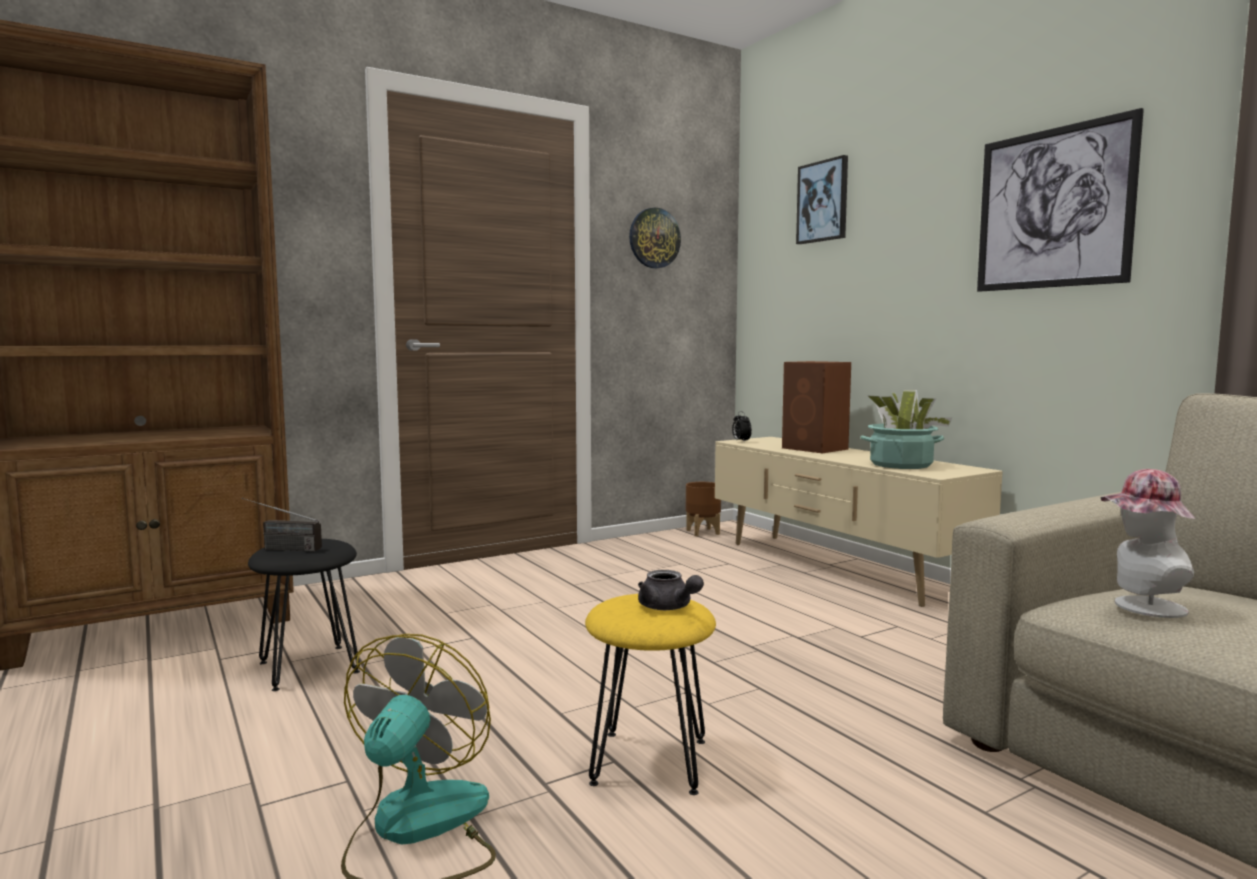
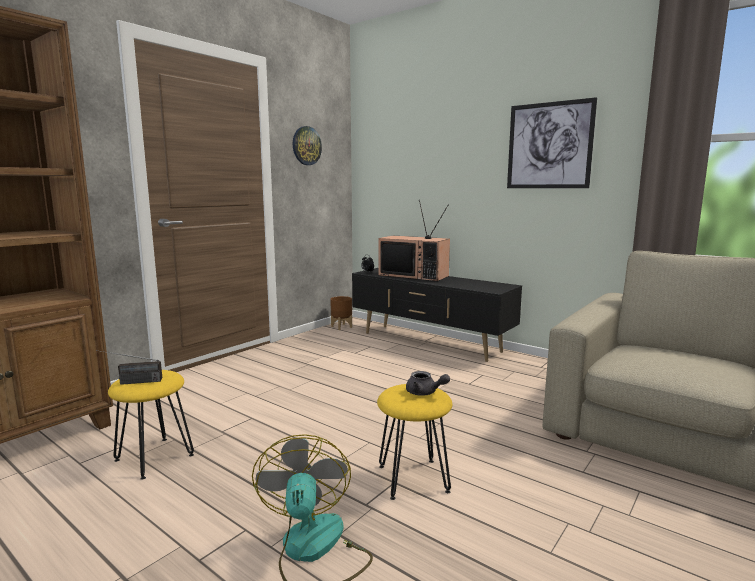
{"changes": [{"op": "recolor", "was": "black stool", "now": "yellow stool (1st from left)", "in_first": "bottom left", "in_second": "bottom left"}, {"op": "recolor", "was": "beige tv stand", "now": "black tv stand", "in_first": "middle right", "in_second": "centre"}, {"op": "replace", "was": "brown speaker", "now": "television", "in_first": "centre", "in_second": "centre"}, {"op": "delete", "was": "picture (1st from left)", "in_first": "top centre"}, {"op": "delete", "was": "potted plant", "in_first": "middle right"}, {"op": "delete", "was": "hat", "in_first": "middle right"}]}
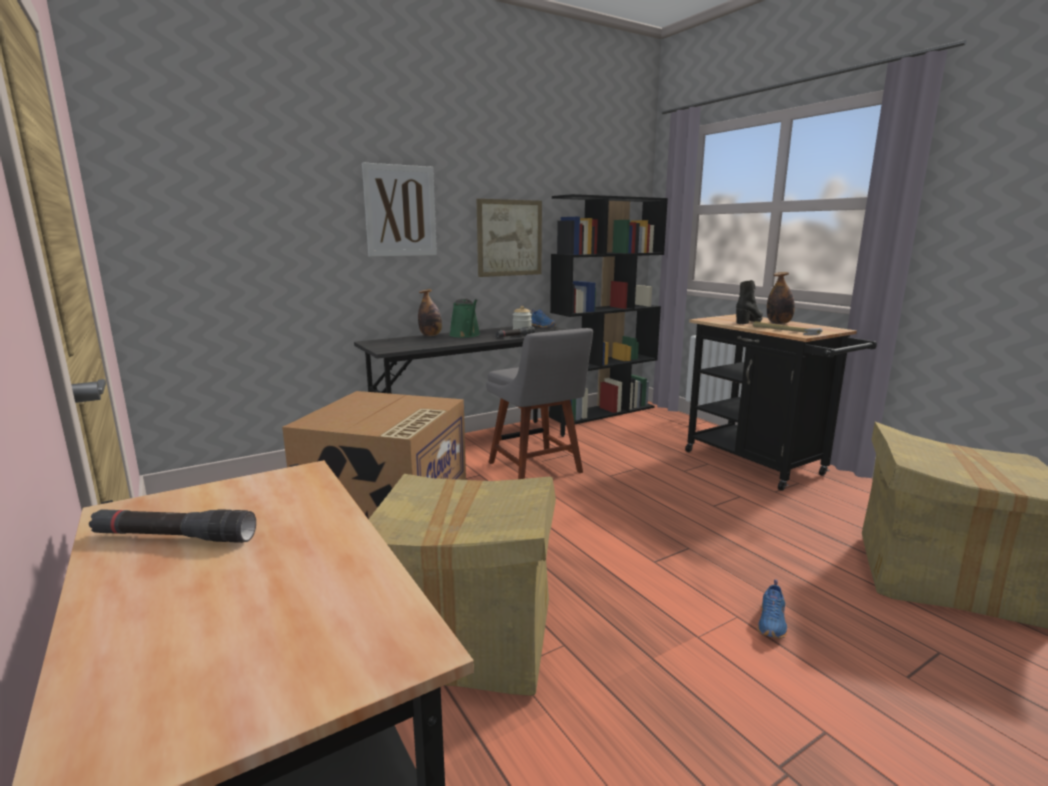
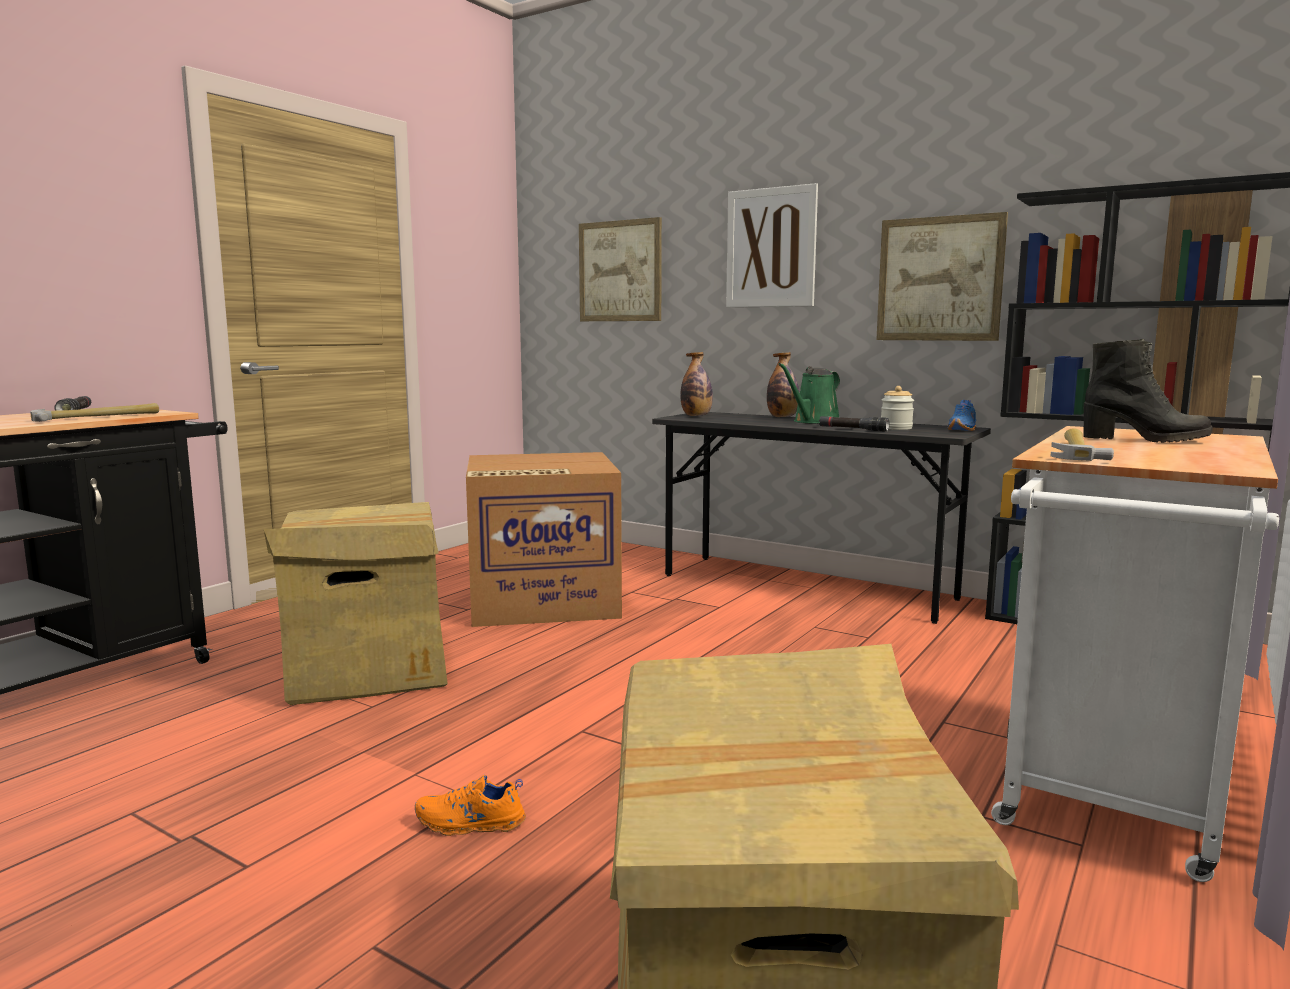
{"changes": [{"op": "insert", "now": "hammer (1st from left)", "in_second": "middle left"}, {"op": "recolor", "was": "blue shoe (2nd from left)", "now": "orange shoe", "in_first": "bottom right", "in_second": "bottom centre"}, {"op": "insert", "now": "picture (1st from left)", "in_second": "top centre"}, {"op": "move", "was": "bottle (2nd from left in the first image)", "now": "bottle (1st from left)", "in_first": "middle right", "in_second": "centre"}, {"op": "recolor", "was": "black cart (2nd from left)", "now": "white cart", "in_first": "middle right", "in_second": "middle right"}, {"op": "delete", "was": "grey chair", "in_first": "centre"}]}
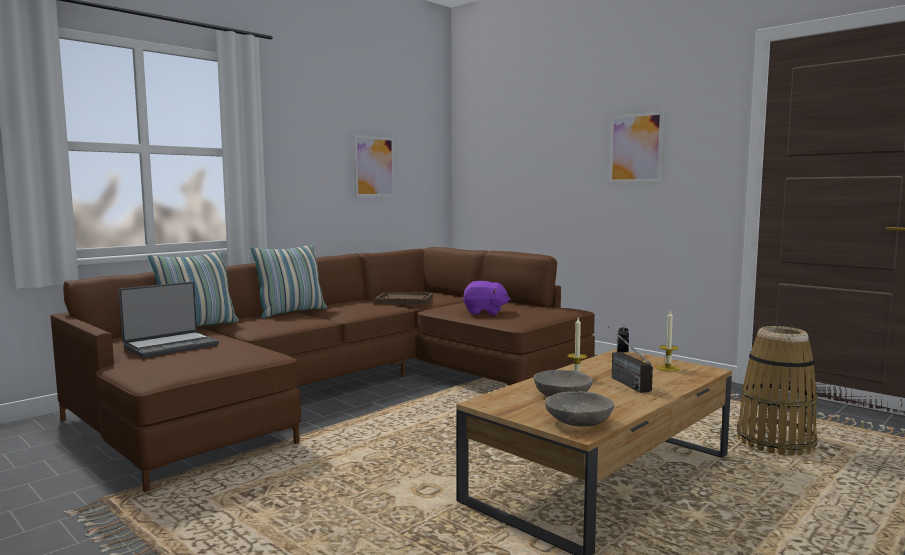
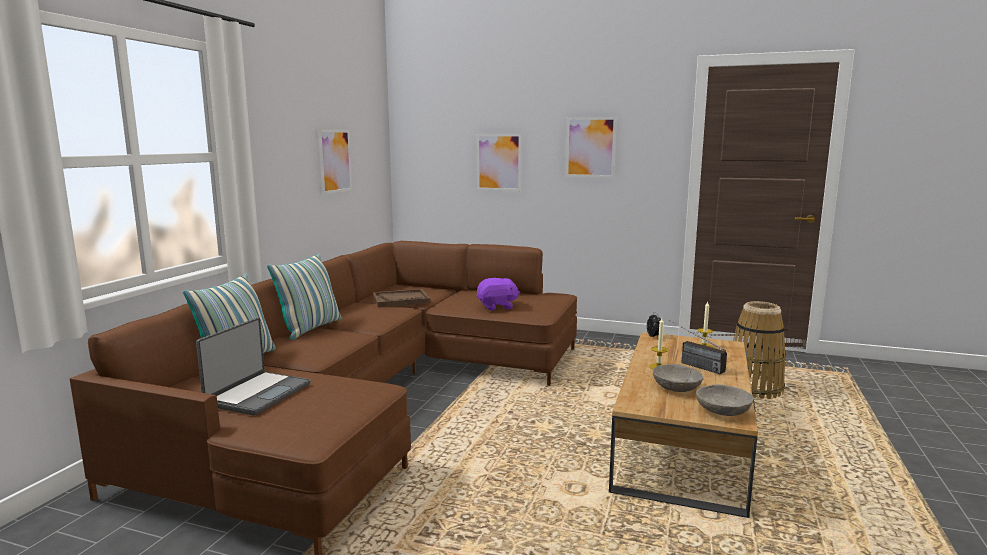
{"changes": [{"op": "insert", "now": "picture (2nd from left)", "in_second": "top centre"}]}
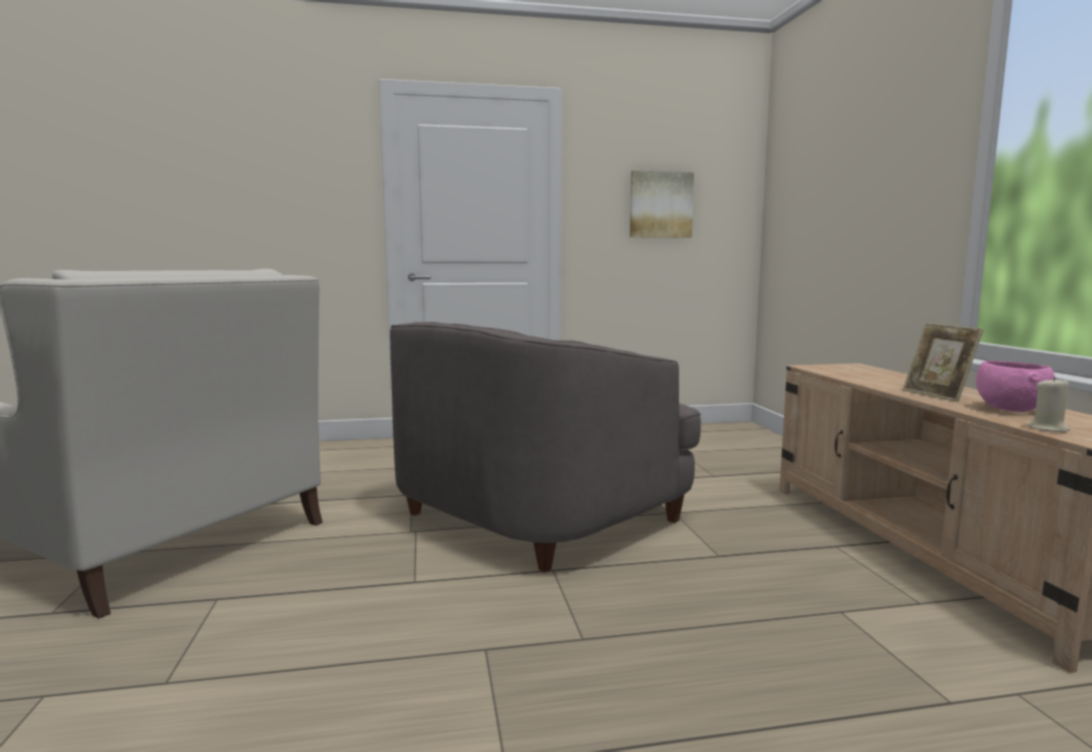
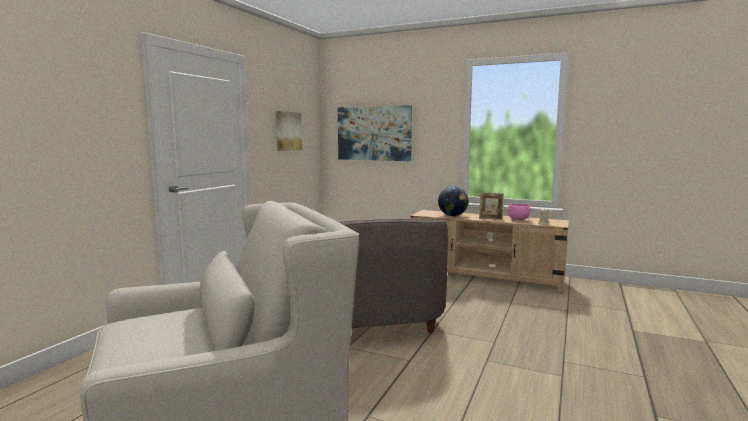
{"changes": [{"op": "insert", "now": "picture (2nd from left)", "in_second": "top centre"}, {"op": "insert", "now": "globe", "in_second": "centre"}]}
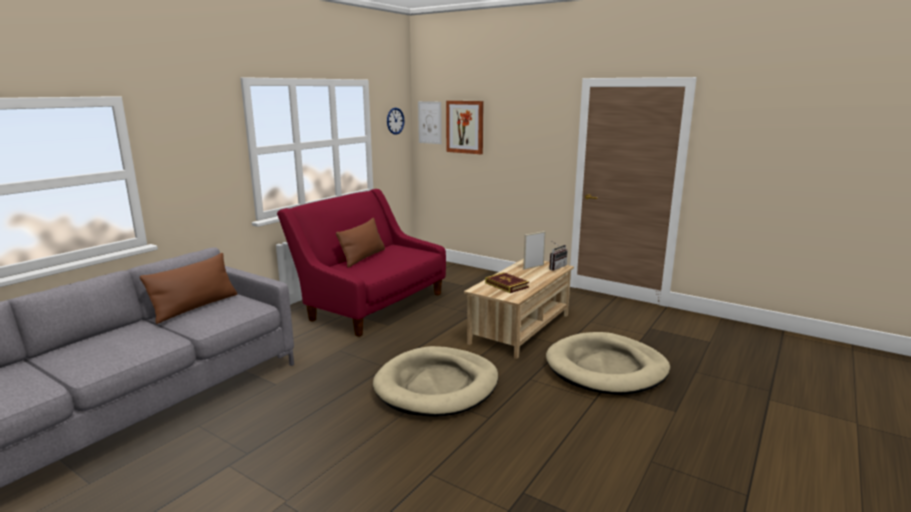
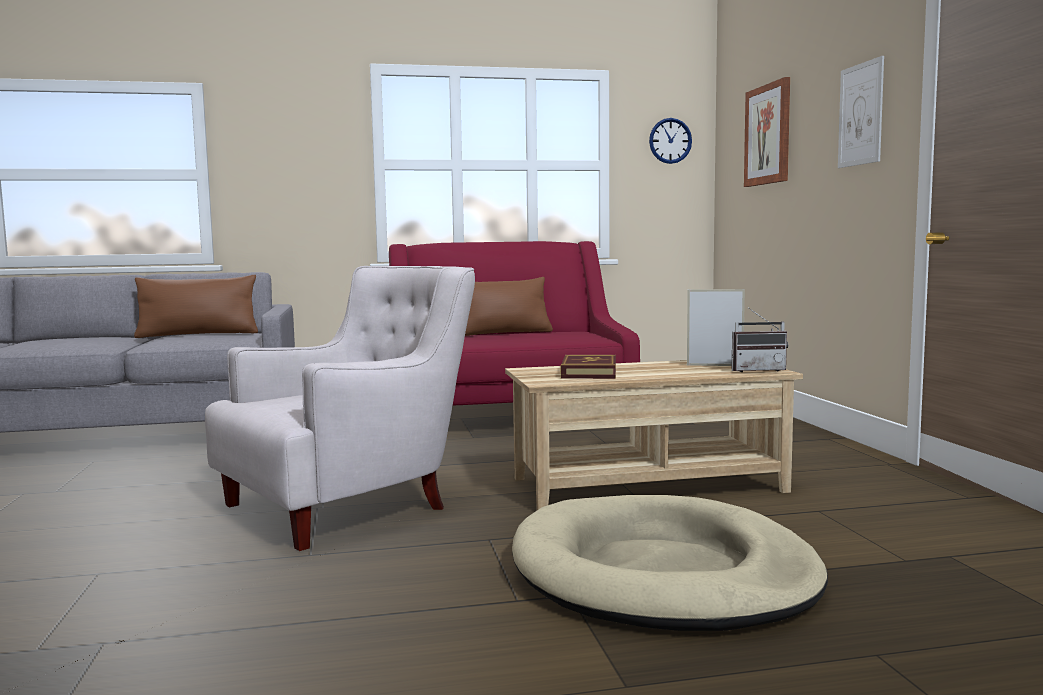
{"changes": [{"op": "replace", "was": "beige dog bed (1st from left)", "now": "white armchair", "in_first": "bottom centre", "in_second": "middle left"}, {"op": "move", "was": "picture (1st from left in the first image)", "now": "picture (2nd from left)", "in_first": "top centre", "in_second": "top right"}]}
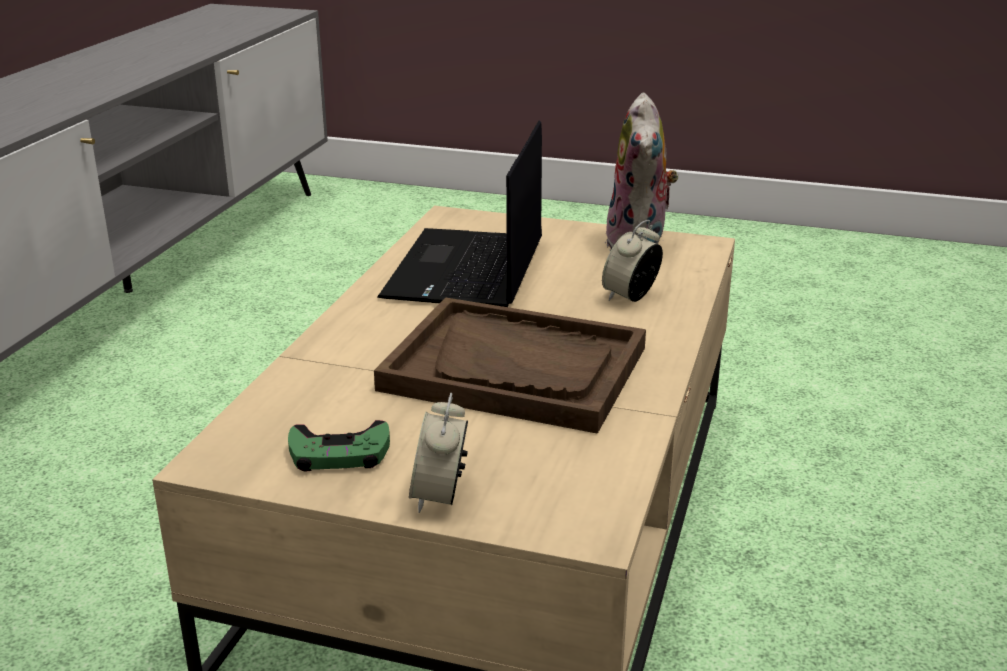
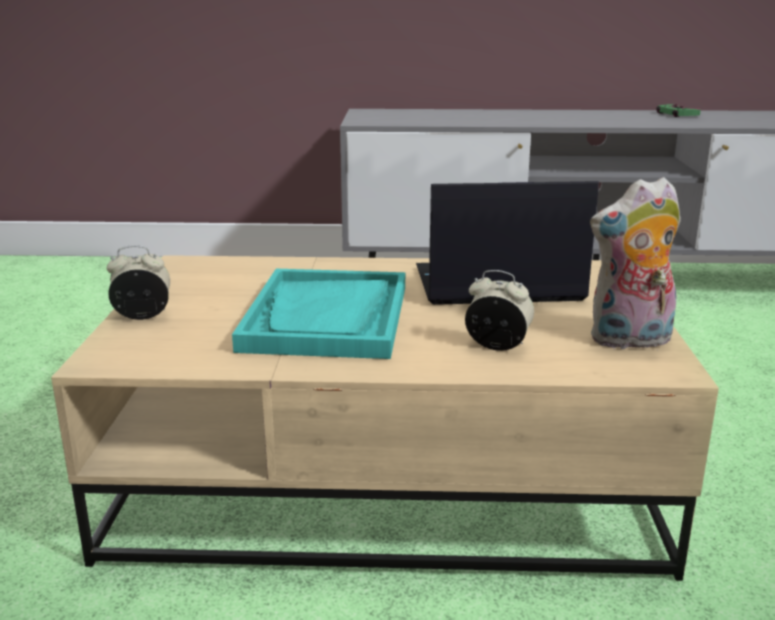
{"changes": [{"op": "recolor", "was": "brown tray", "now": "turquoise tray", "in_first": "centre", "in_second": "centre"}, {"op": "move", "was": "green game controller", "in_first": "centre", "in_second": "top right"}]}
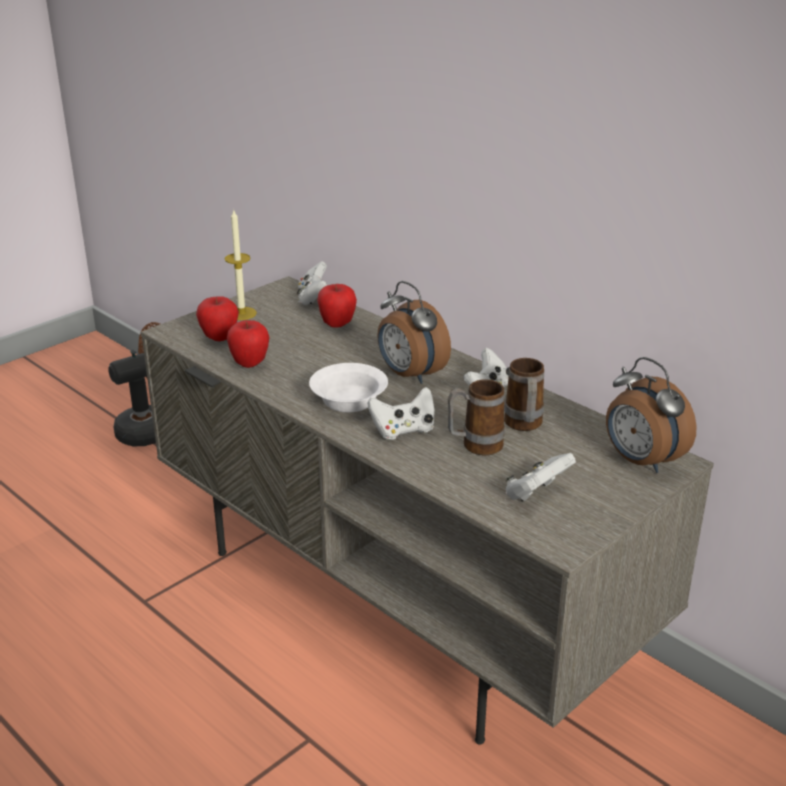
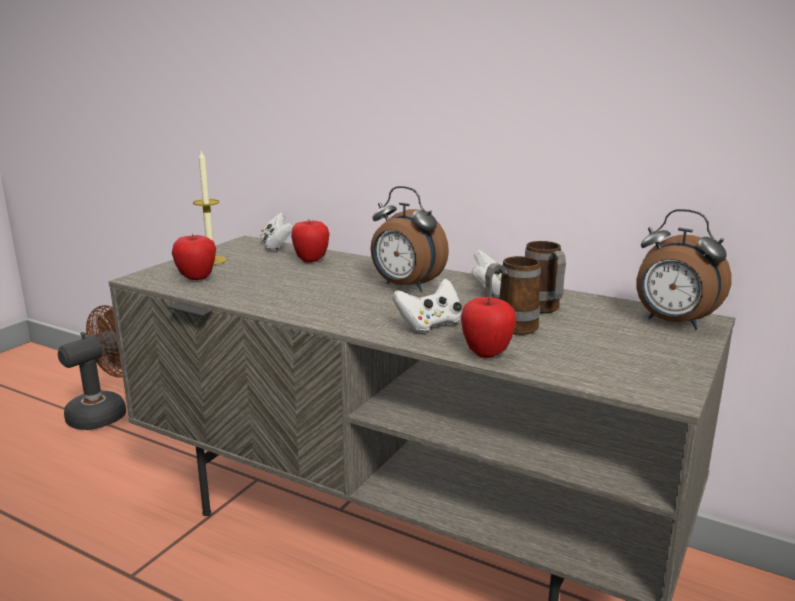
{"changes": [{"op": "move", "was": "apple (2nd from left in the first image)", "now": "apple (3rd from left)", "in_first": "middle left", "in_second": "centre"}, {"op": "delete", "was": "white bowl", "in_first": "centre"}, {"op": "delete", "was": "white game controller (4th from left)", "in_first": "middle right"}]}
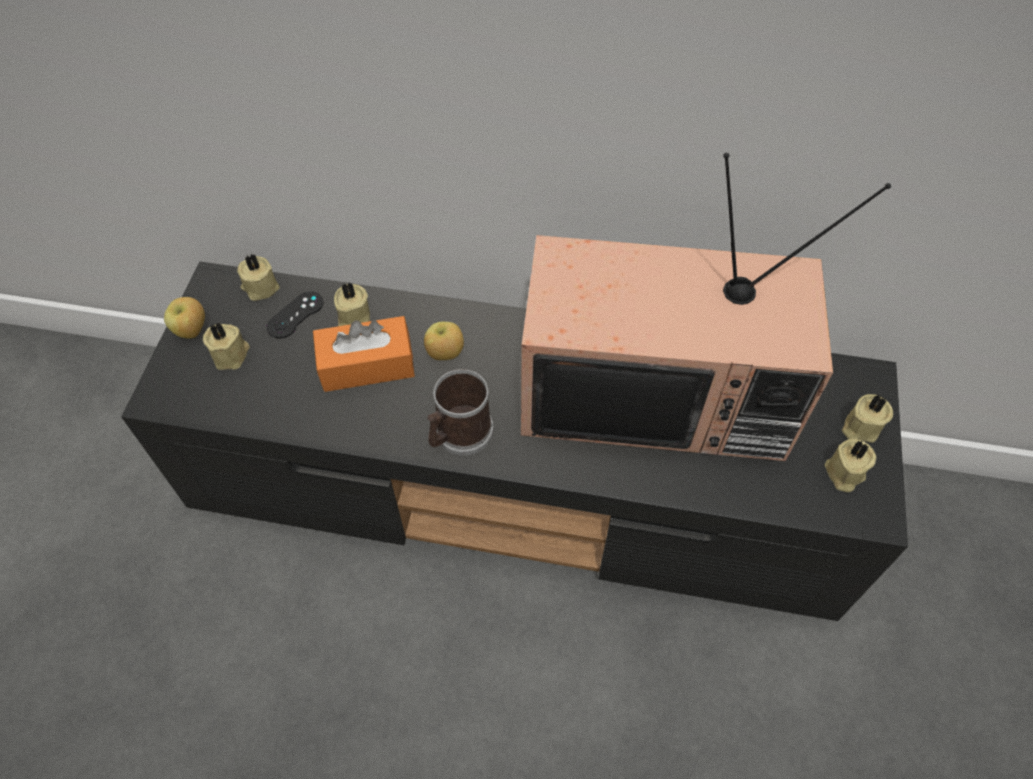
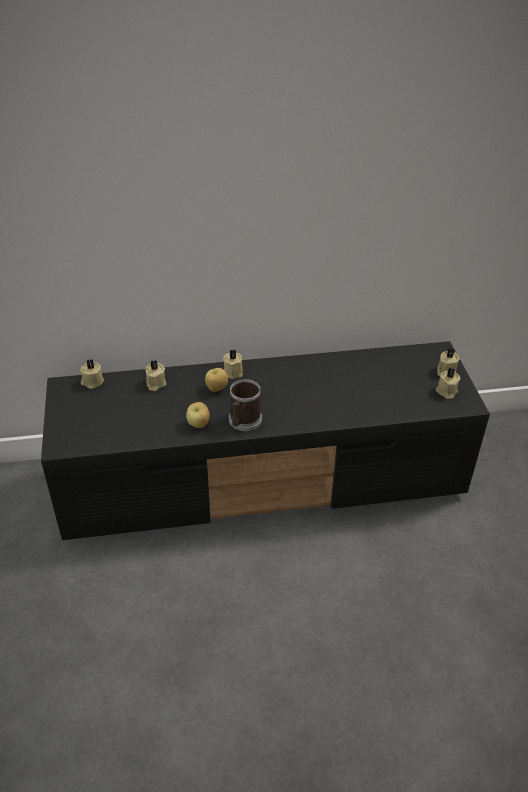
{"changes": [{"op": "move", "was": "apple (1st from left)", "in_first": "middle left", "in_second": "centre"}, {"op": "move", "was": "beige candle (1st from left in the first image)", "now": "beige candle (3rd from left)", "in_first": "middle left", "in_second": "centre"}, {"op": "delete", "was": "black game controller", "in_first": "middle left"}, {"op": "delete", "was": "orange tissue box", "in_first": "centre"}, {"op": "delete", "was": "television", "in_first": "middle right"}]}
